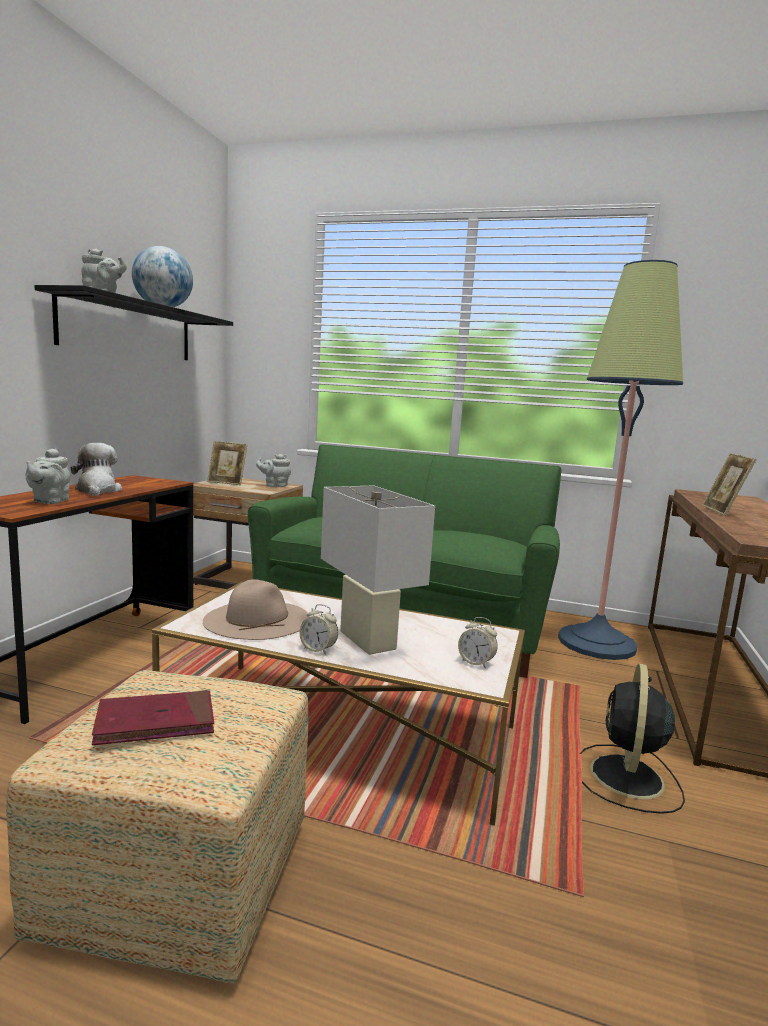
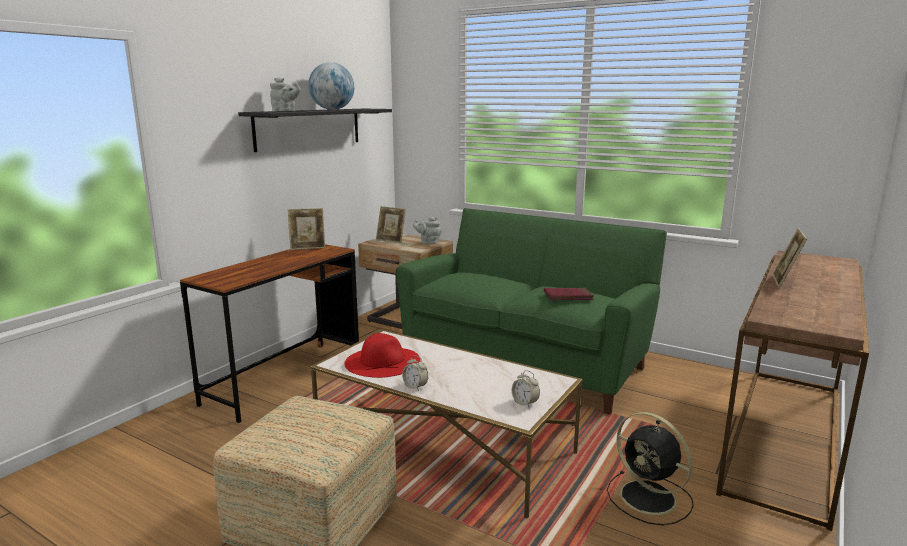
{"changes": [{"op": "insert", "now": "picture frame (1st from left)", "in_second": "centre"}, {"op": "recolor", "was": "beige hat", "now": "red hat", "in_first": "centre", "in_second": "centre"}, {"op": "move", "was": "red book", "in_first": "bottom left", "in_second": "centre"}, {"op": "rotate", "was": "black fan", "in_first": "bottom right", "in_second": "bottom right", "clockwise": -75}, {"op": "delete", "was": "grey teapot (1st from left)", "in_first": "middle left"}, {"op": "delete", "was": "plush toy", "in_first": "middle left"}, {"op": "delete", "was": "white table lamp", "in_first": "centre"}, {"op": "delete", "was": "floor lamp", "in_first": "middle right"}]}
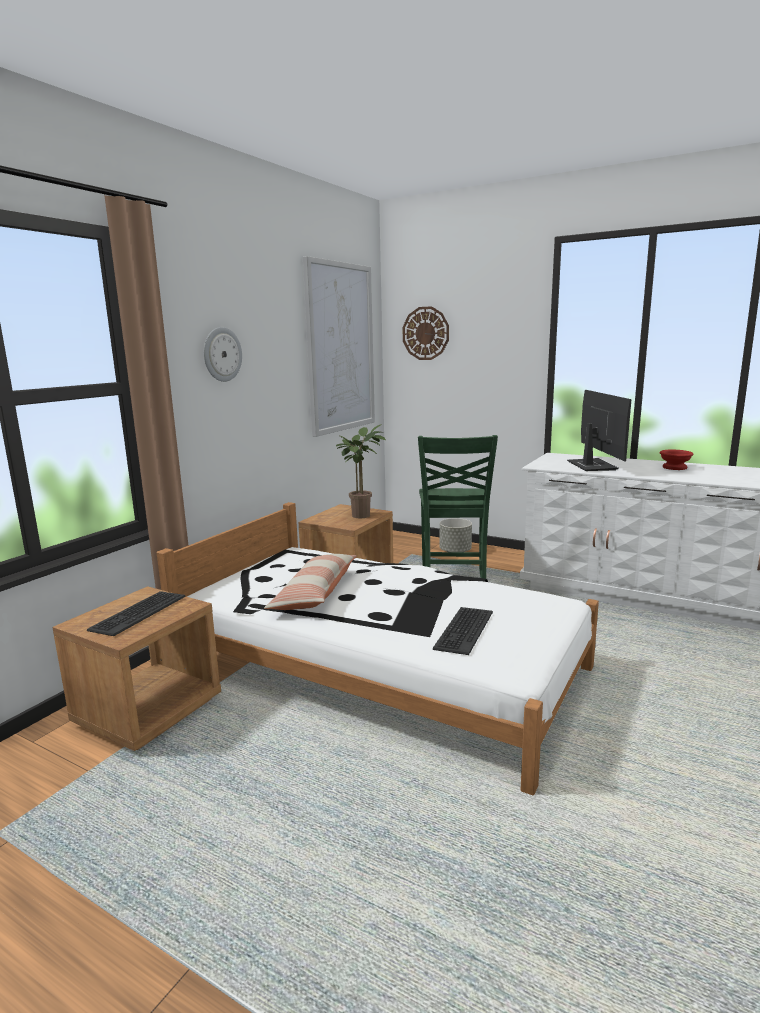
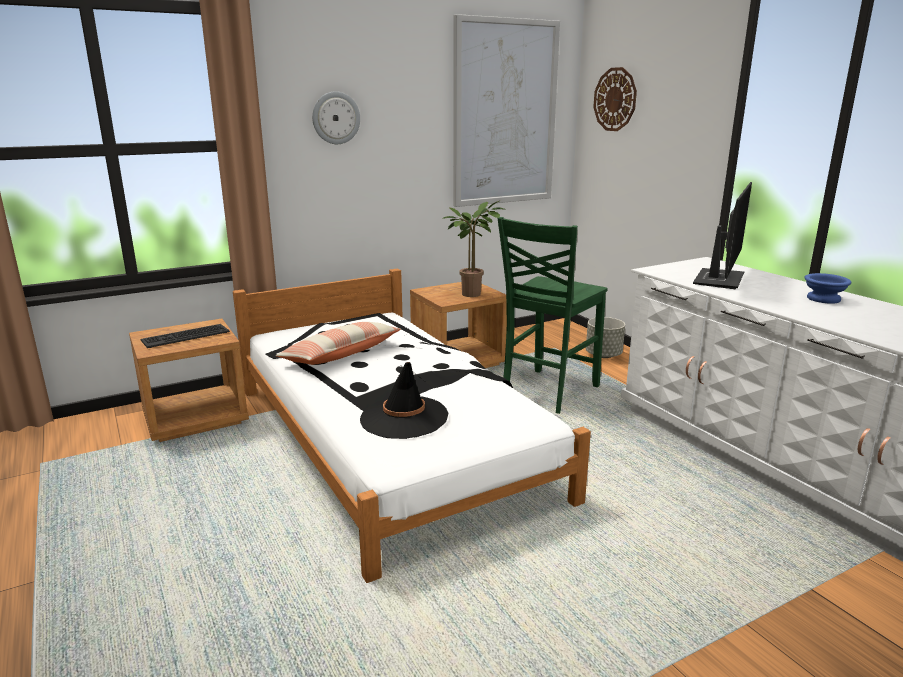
{"changes": [{"op": "replace", "was": "keyboard (2nd from left)", "now": "black hat", "in_first": "centre", "in_second": "centre"}, {"op": "recolor", "was": "red bowl", "now": "blue bowl", "in_first": "middle right", "in_second": "middle right"}]}
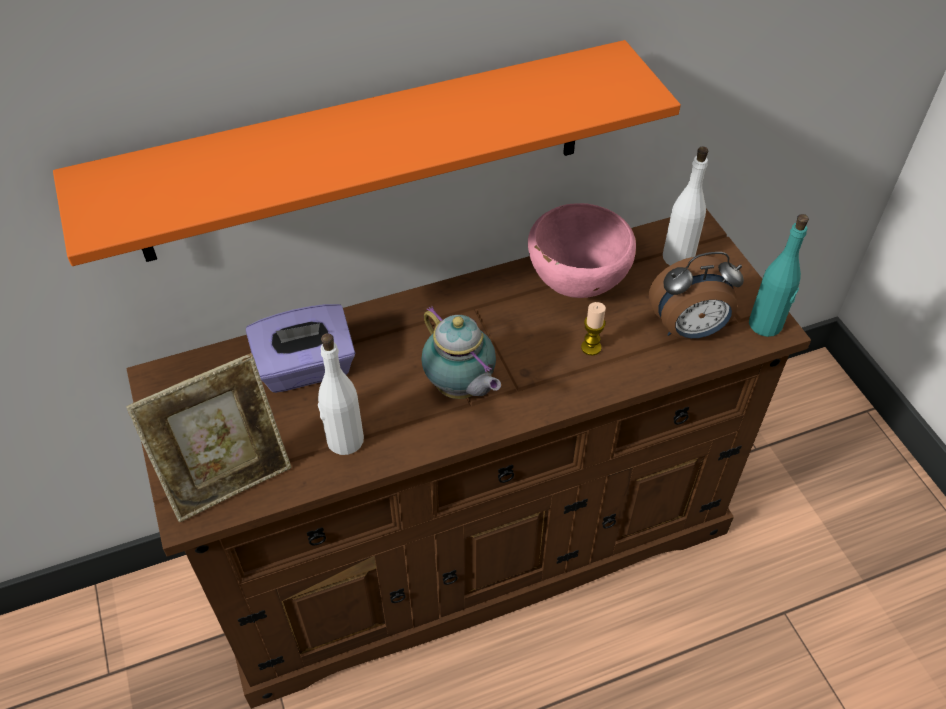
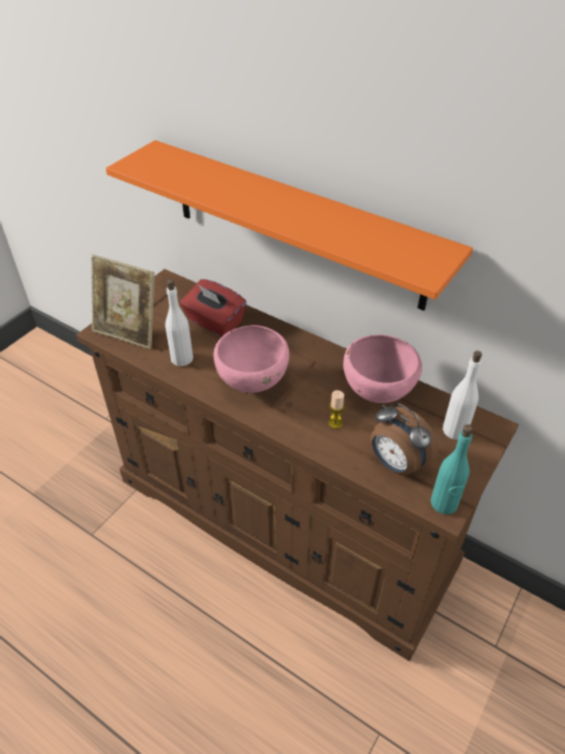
{"changes": [{"op": "recolor", "was": "purple tissue box", "now": "red tissue box", "in_first": "middle left", "in_second": "centre"}, {"op": "replace", "was": "teapot", "now": "pink bowl (1st from left)", "in_first": "centre", "in_second": "centre"}]}
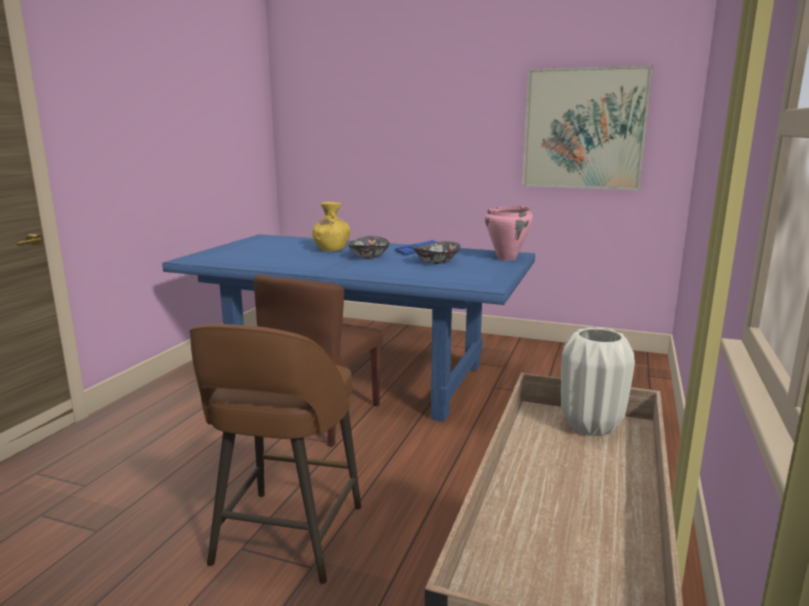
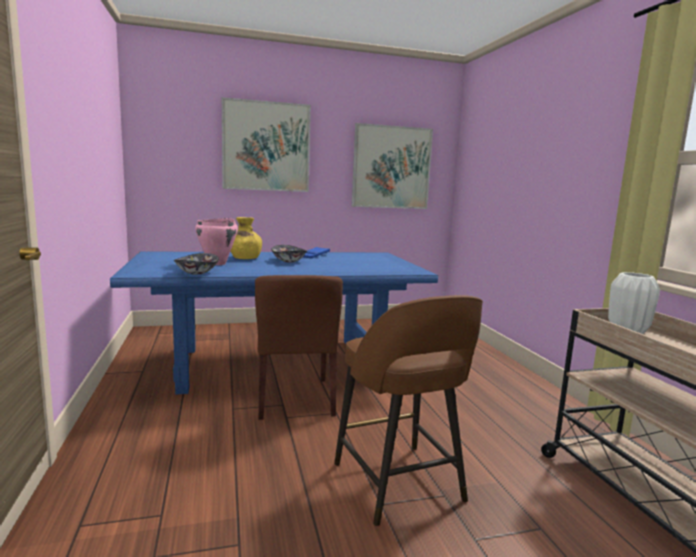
{"changes": [{"op": "move", "was": "bowl (2nd from left in the first image)", "now": "bowl (1st from left)", "in_first": "centre", "in_second": "middle left"}, {"op": "move", "was": "pink cooking pot", "in_first": "centre", "in_second": "middle left"}, {"op": "insert", "now": "picture (1st from left)", "in_second": "top centre"}]}
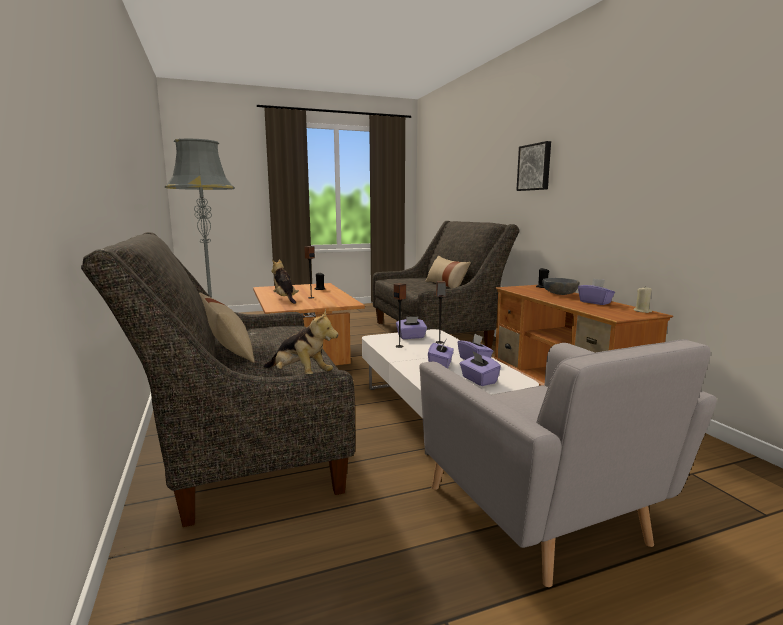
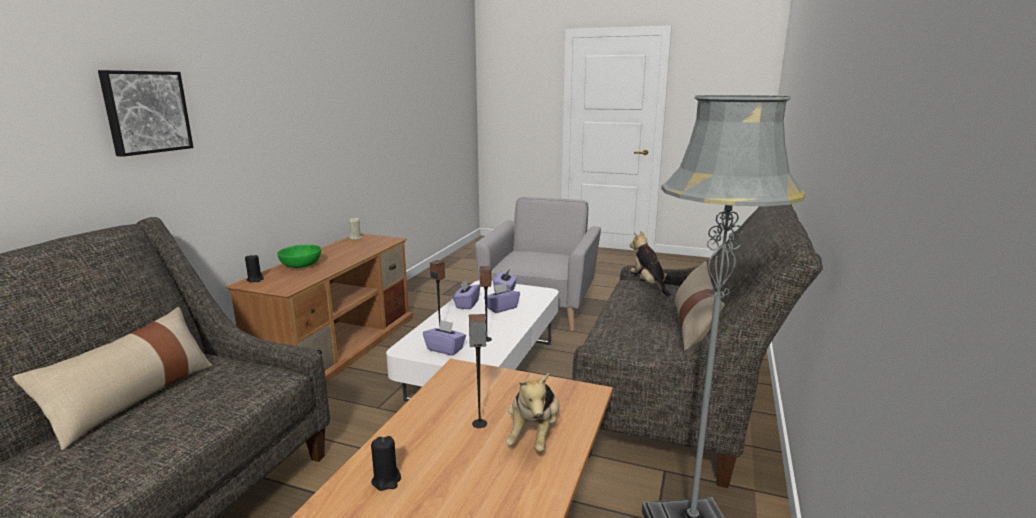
{"changes": [{"op": "recolor", "was": "grey bowl", "now": "green bowl", "in_first": "middle right", "in_second": "middle left"}, {"op": "delete", "was": "purple tissue box (5th from left)", "in_first": "middle right"}]}
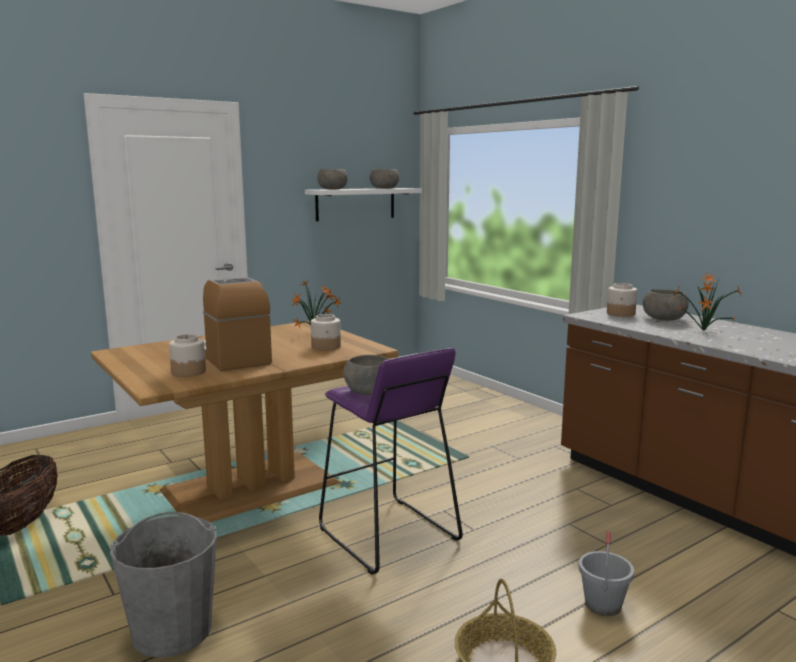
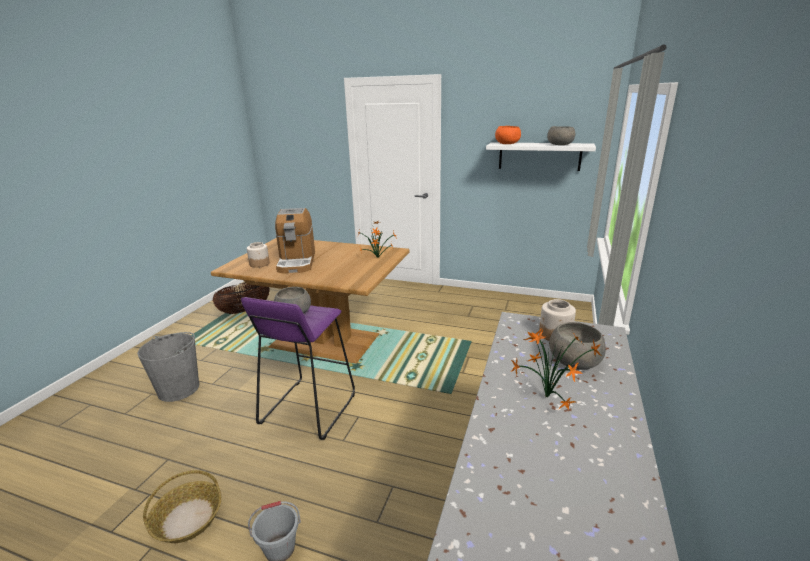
{"changes": [{"op": "rotate", "was": "coffee machine", "in_first": "middle left", "in_second": "centre", "clockwise": 150}, {"op": "recolor", "was": "grey bowl (1st from left)", "now": "orange bowl", "in_first": "top centre", "in_second": "top centre"}, {"op": "delete", "was": "jar (2nd from left)", "in_first": "centre"}]}
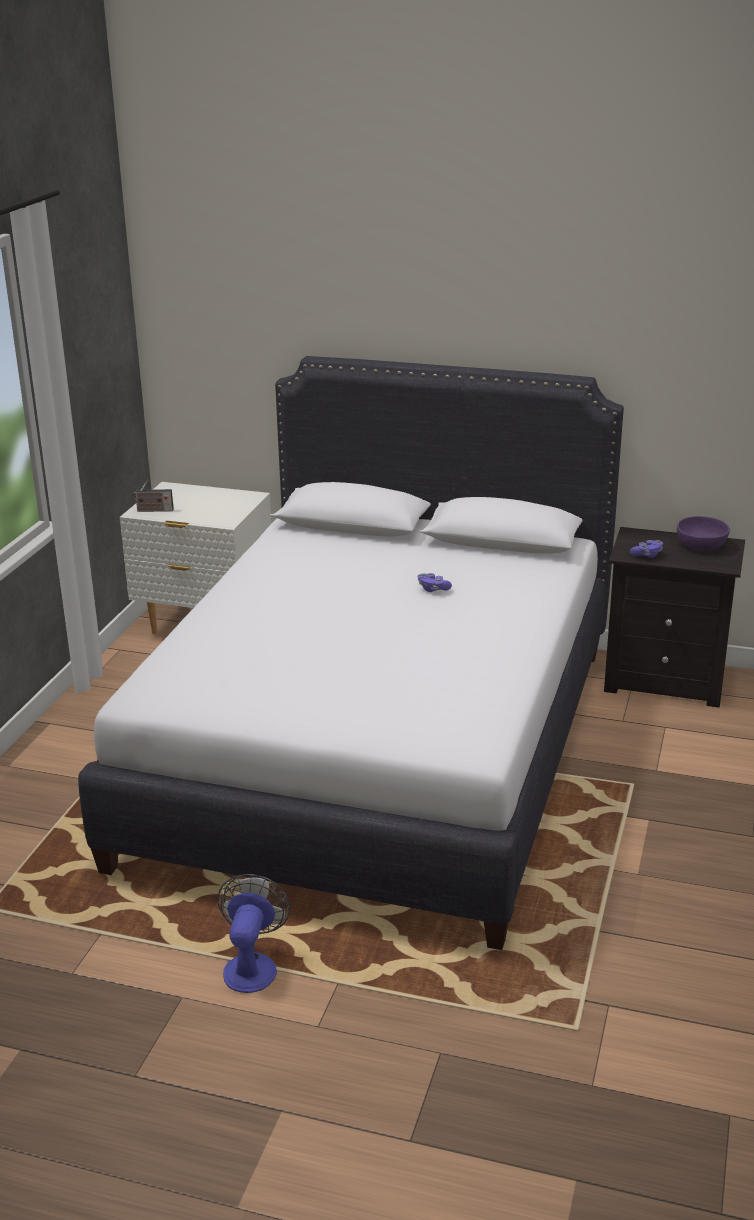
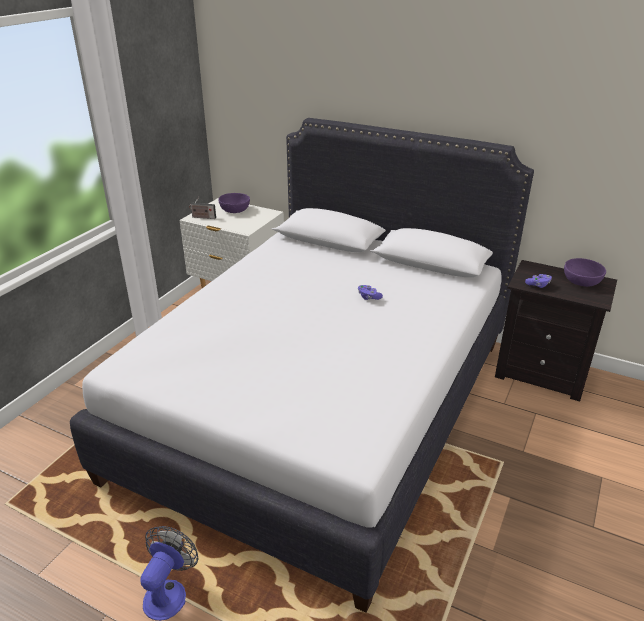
{"changes": [{"op": "insert", "now": "purple bowl (1st from left)", "in_second": "top centre"}]}
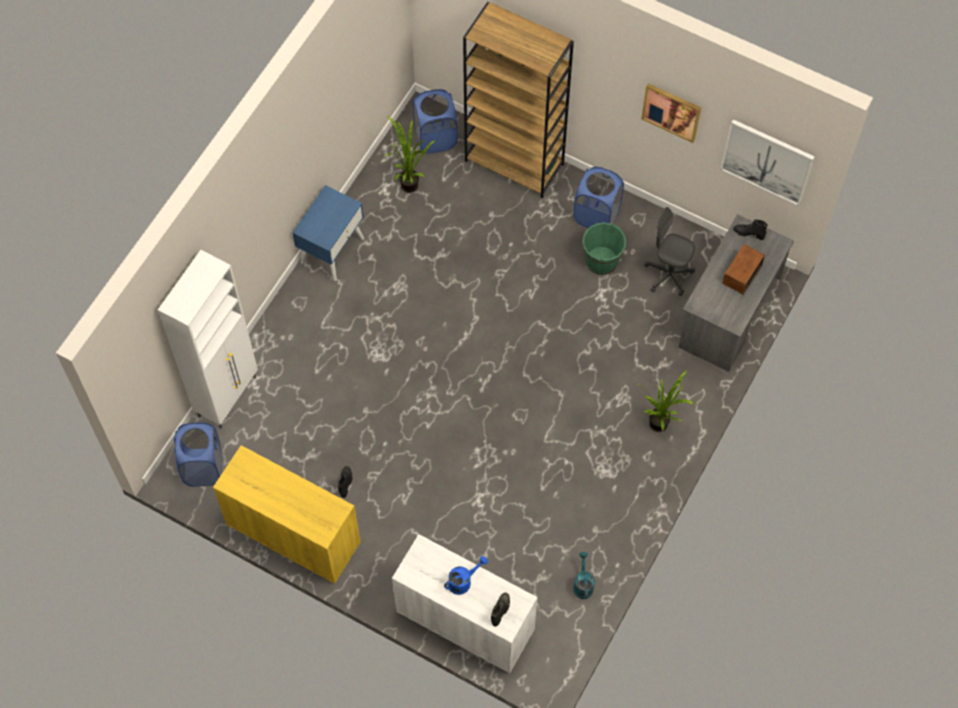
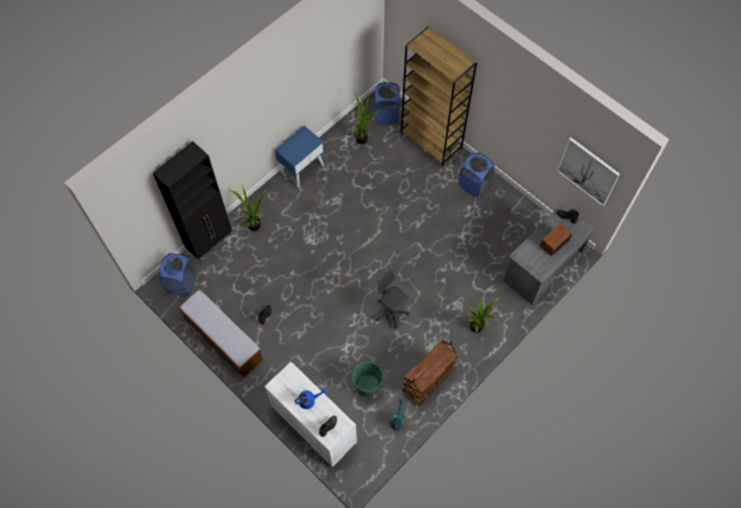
{"changes": [{"op": "recolor", "was": "white cabinet (1st from left)", "now": "black cabinet", "in_first": "middle left", "in_second": "middle left"}, {"op": "replace", "was": "yellow cabinet", "now": "bench", "in_first": "bottom left", "in_second": "middle left"}, {"op": "insert", "now": "potted plant (1st from left)", "in_second": "centre"}, {"op": "move", "was": "green bucket", "in_first": "centre", "in_second": "bottom centre"}, {"op": "move", "was": "grey office chair", "in_first": "middle right", "in_second": "centre"}, {"op": "insert", "now": "brown cart", "in_second": "bottom centre"}, {"op": "delete", "was": "picture (1st from left)", "in_first": "top right"}]}
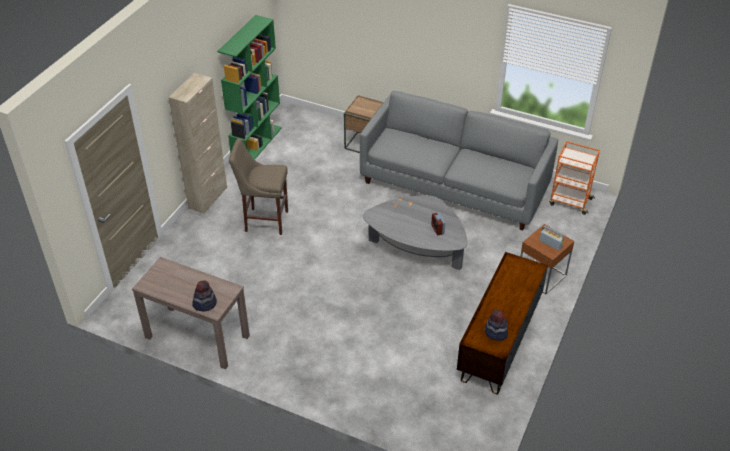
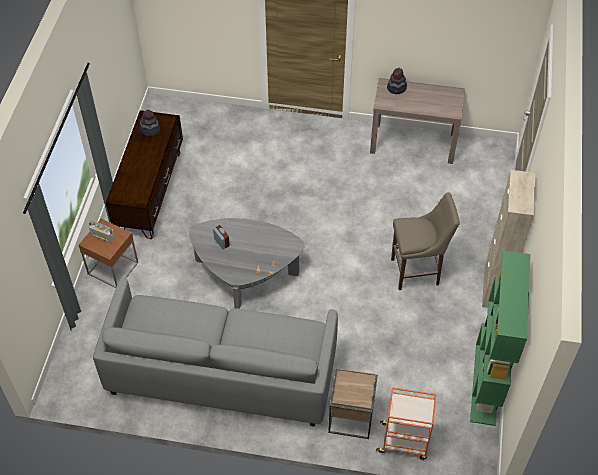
{"changes": [{"op": "move", "was": "orange cart", "in_first": "middle right", "in_second": "bottom right"}]}
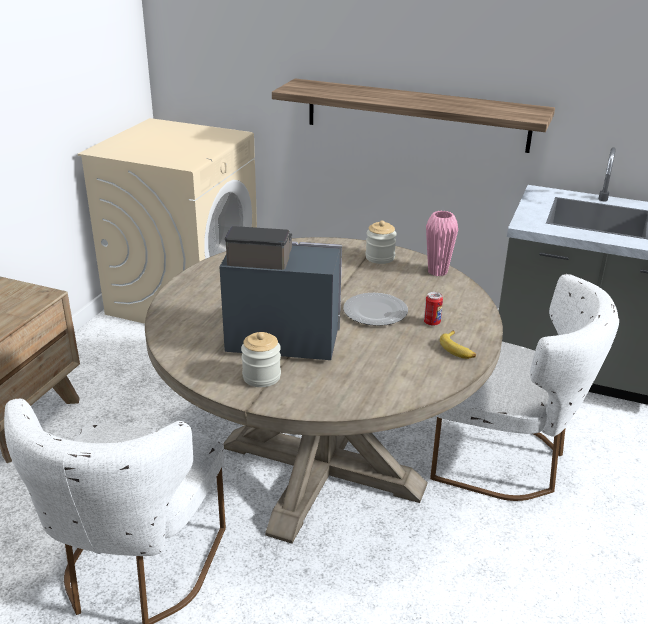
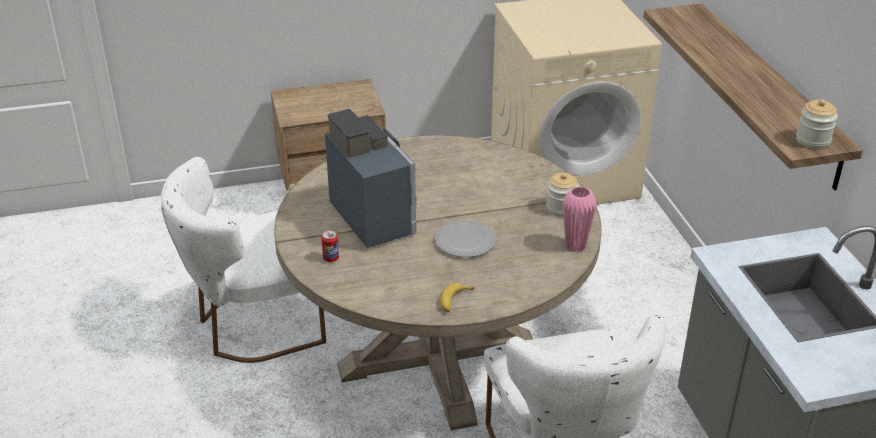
{"changes": [{"op": "move", "was": "can", "in_first": "middle right", "in_second": "centre"}, {"op": "move", "was": "jar (1st from left in the first image)", "now": "jar (2nd from left)", "in_first": "centre", "in_second": "top right"}]}
